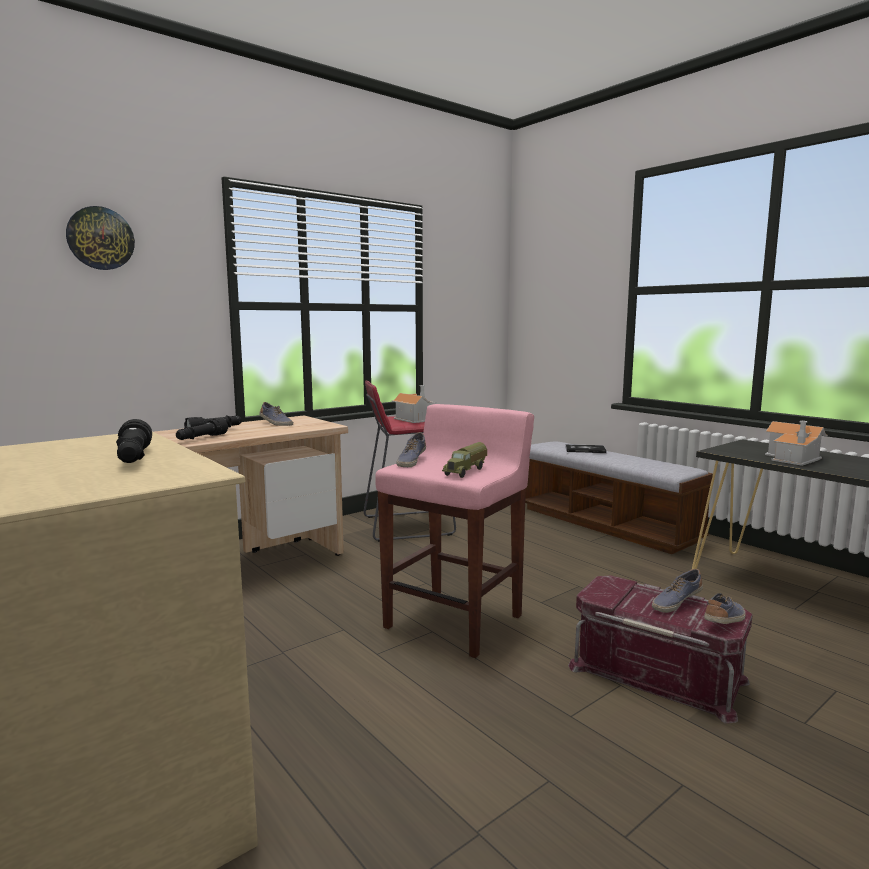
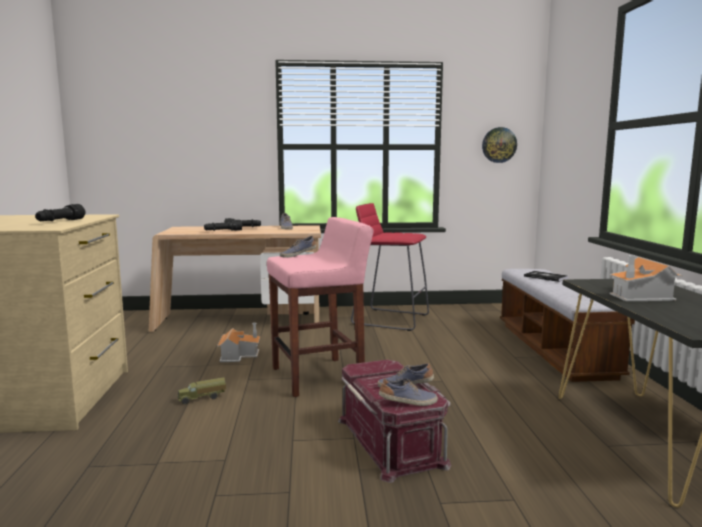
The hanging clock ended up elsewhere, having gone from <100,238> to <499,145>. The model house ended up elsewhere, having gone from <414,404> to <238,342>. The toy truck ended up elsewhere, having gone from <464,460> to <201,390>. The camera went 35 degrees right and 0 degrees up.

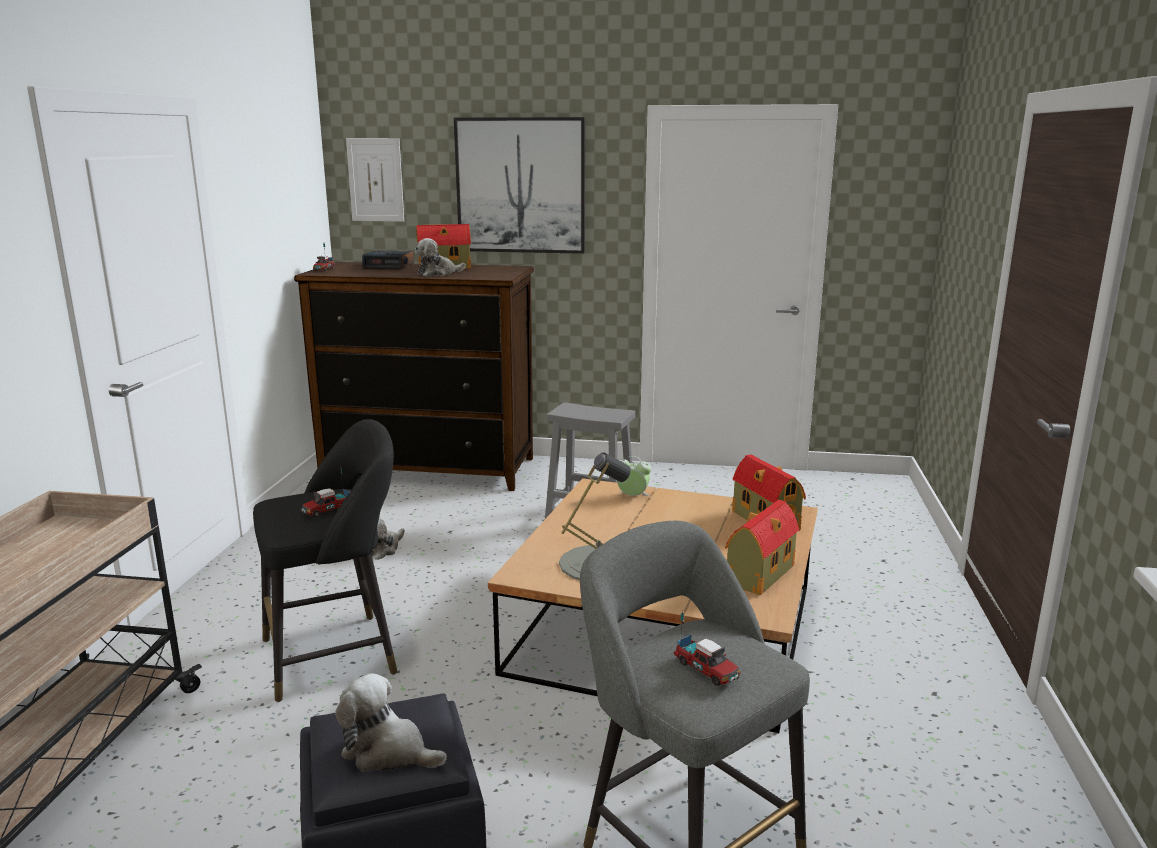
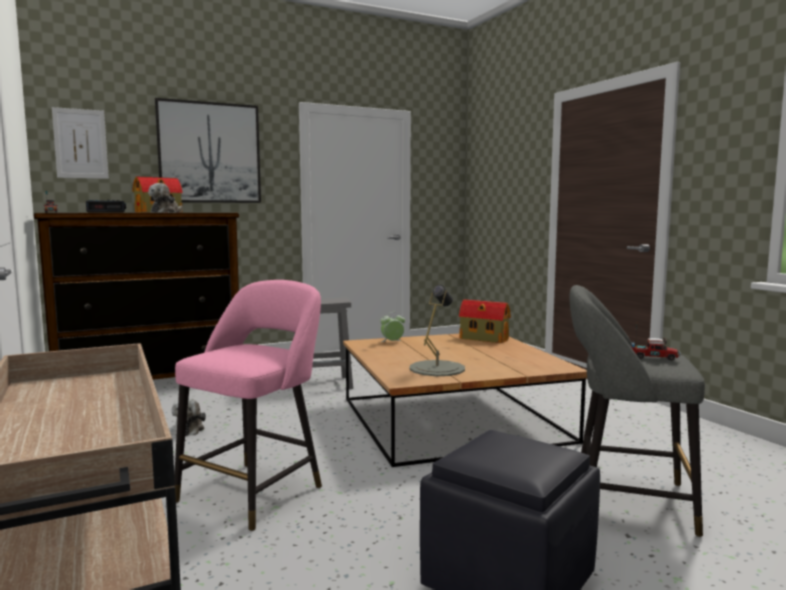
What was the black-coloured stool seat at <325,560> turned into the pink stool seat at <248,405>. The second view lost the toy truck at <325,492>. The second view lost the model house at <762,547>. The second view lost the soft toy at <391,722>. The camera went 35 degrees left and 10 degrees down.

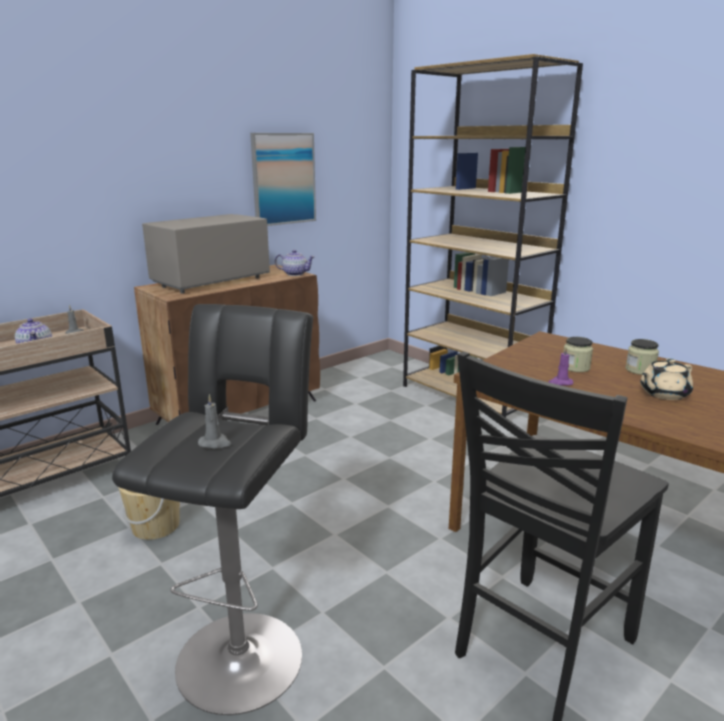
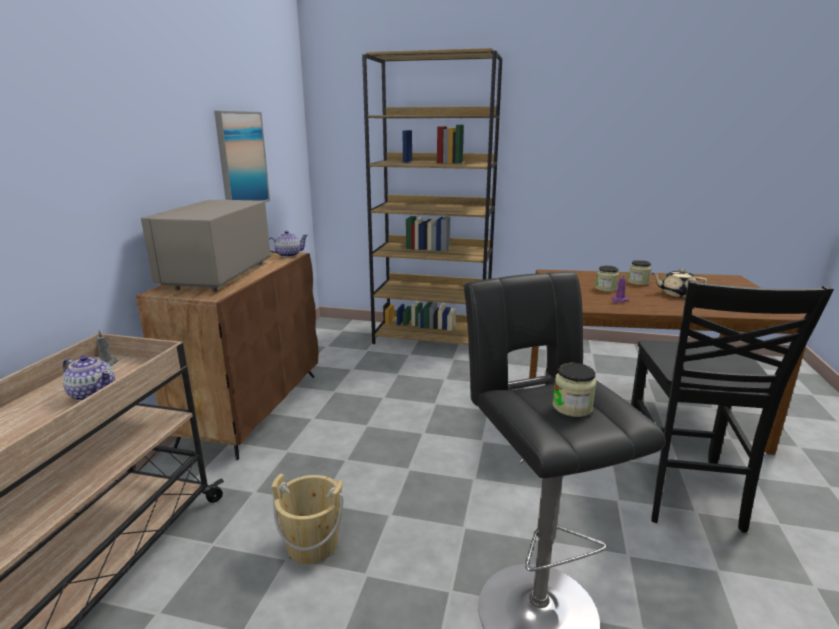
The sand-coloured teapot at <666,379> ended up facing another way, 75 degrees clockwise from before. Where the gray candle stood at <214,421>, the preserve jar came to stand at <574,390>. The camera went 35 degrees left and 0 degrees up.

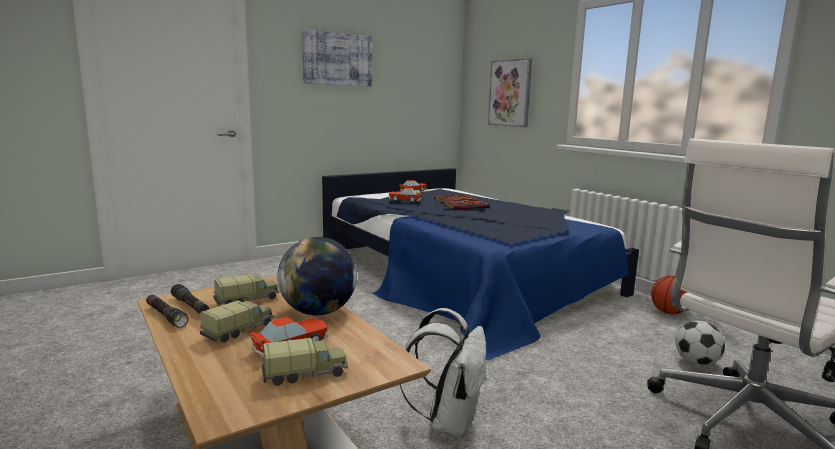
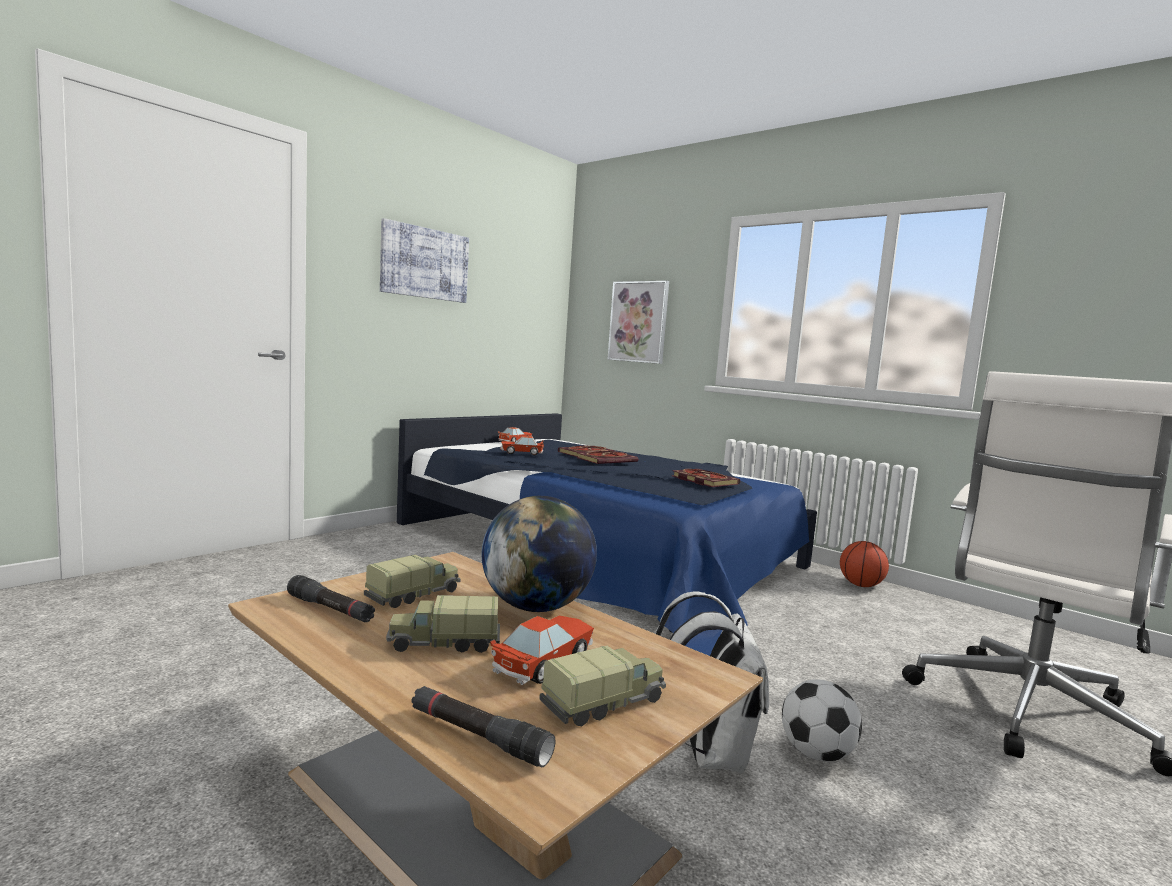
The black-coloured hand torch ended up elsewhere, having gone from <167,311> to <483,726>. The toy truck at <237,321> ended up facing another way, 120 degrees counterclockwise from before. The ball for football ended up elsewhere, having gone from <700,343> to <822,720>. The second view gained the bound book at <705,478>. The camera went 15 degrees left and 5 degrees down.

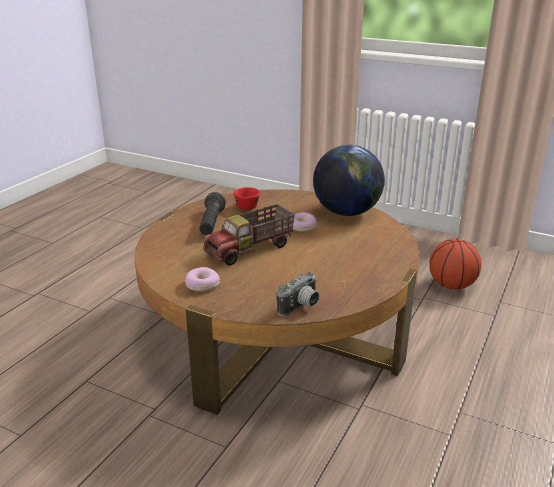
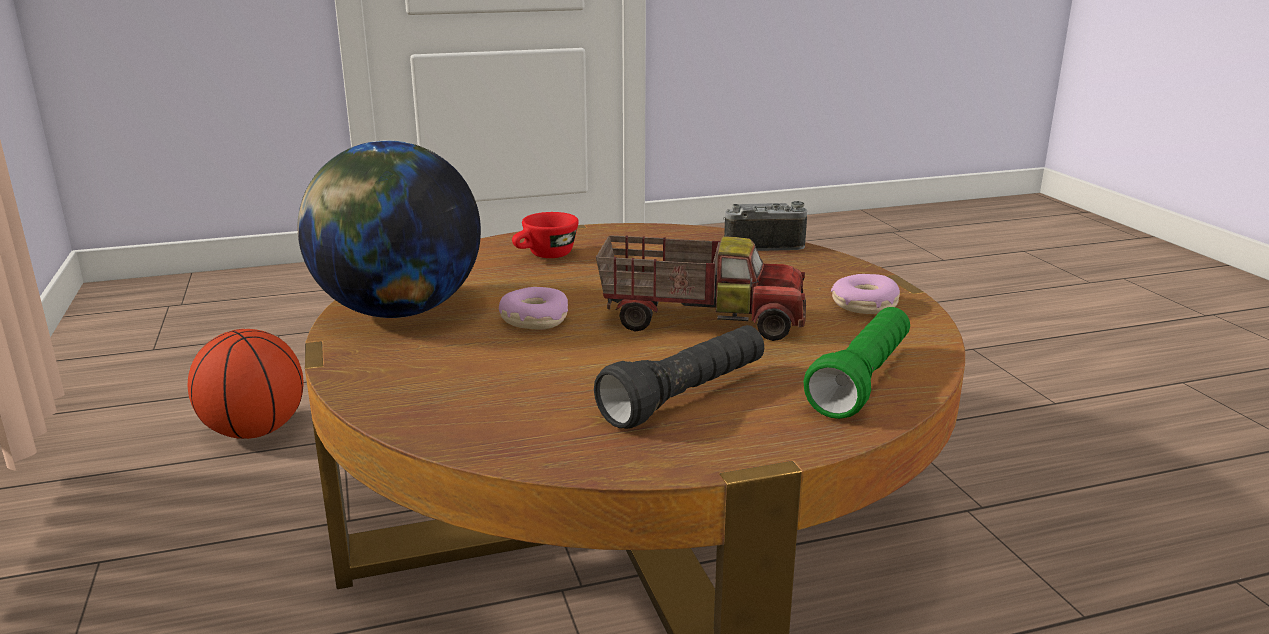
The reddish cup ended up elsewhere, having gone from <247,198> to <545,235>. The second view gained the greenish hand torch at <856,363>. The camera went 135 degrees left and 5 degrees down.

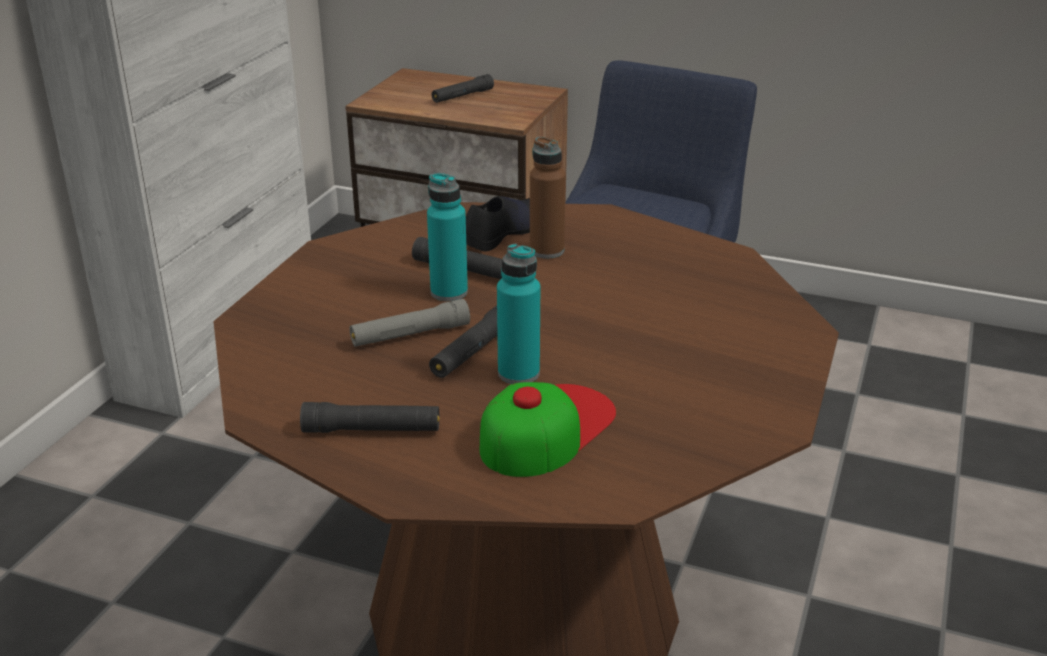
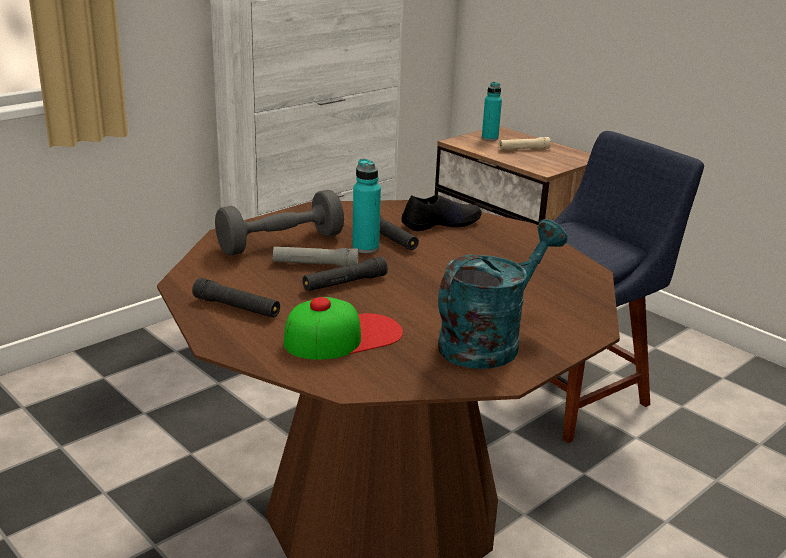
What was the black-coloured hand torch at <463,88> turned into the sand-coloured hand torch at <525,143>. The second view lost the brownish bottle at <548,198>. The turquoise bottle ended up elsewhere, having gone from <518,314> to <492,111>. The second view gained the gray hand weight at <279,223>. The second view gained the turquoise watering pot at <502,294>. The camera went 25 degrees right and 5 degrees down.

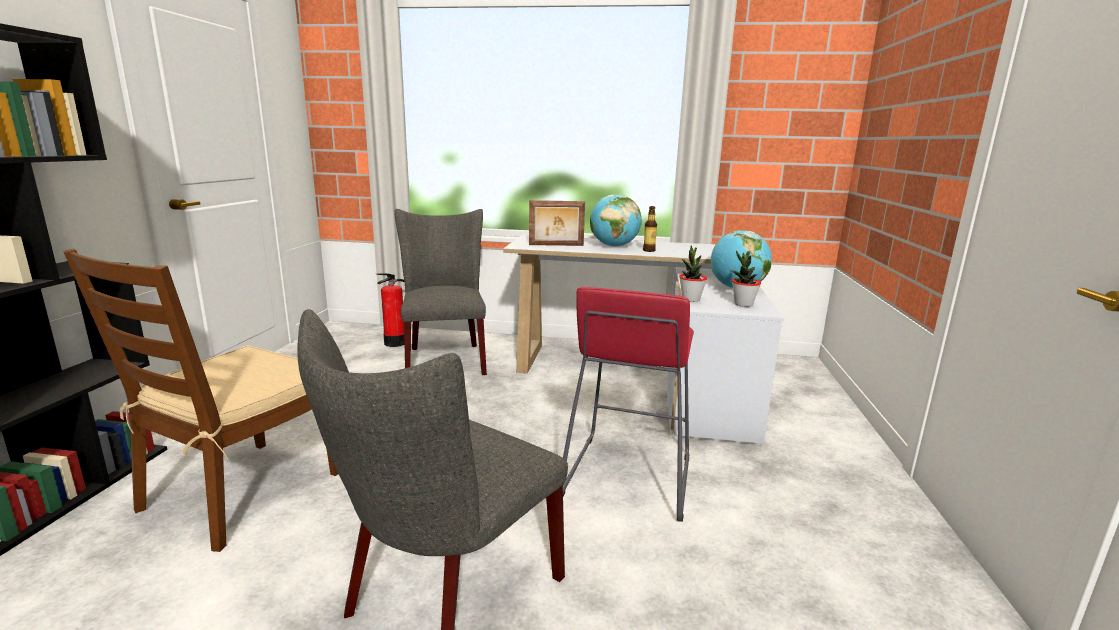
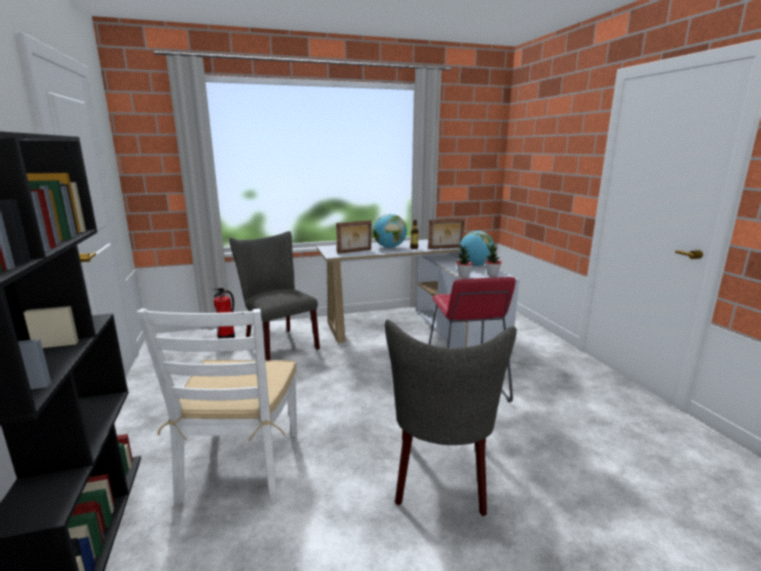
What was the brownish chair at <200,400> turned into the white-coloured chair at <217,406>. The second view gained the standing frame at <446,234>. The camera went 25 degrees left and 0 degrees up.

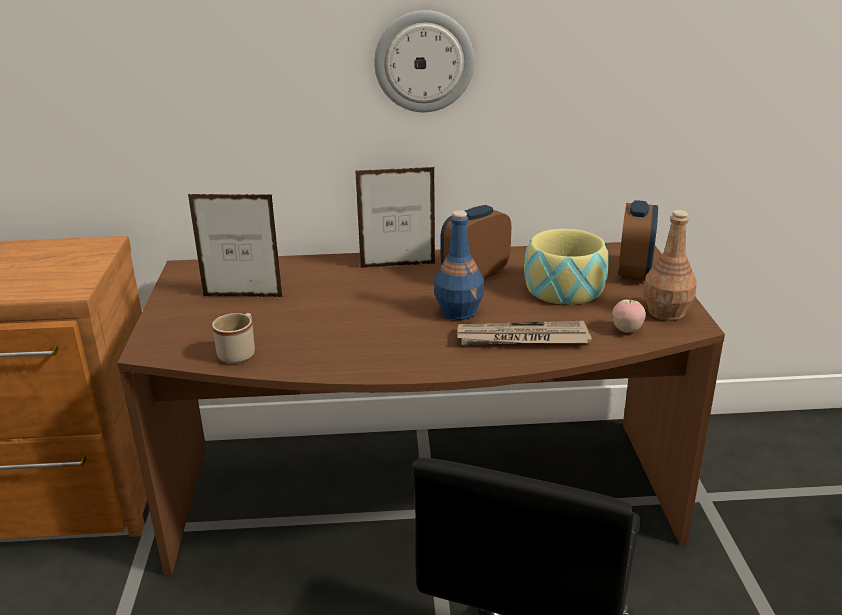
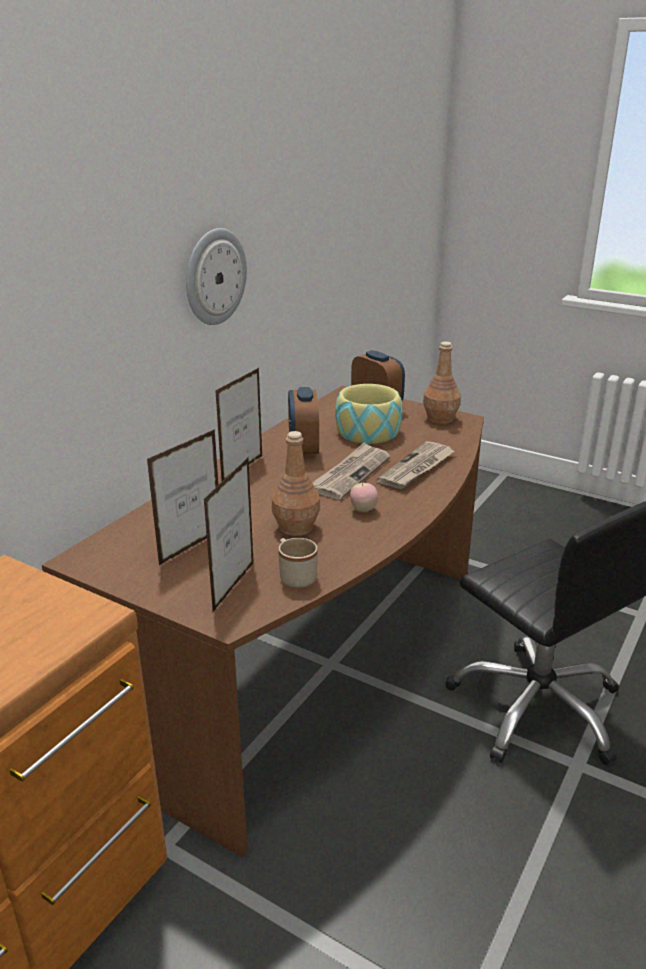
Where the blue-coloured bottle stood at <459,265>, the daily paper came to stand at <351,471>. The apple fruit ended up elsewhere, having gone from <629,316> to <364,497>. The second view gained the brownish bottle at <296,483>. The second view gained the standing frame at <229,534>. The camera went 55 degrees left and 0 degrees up.

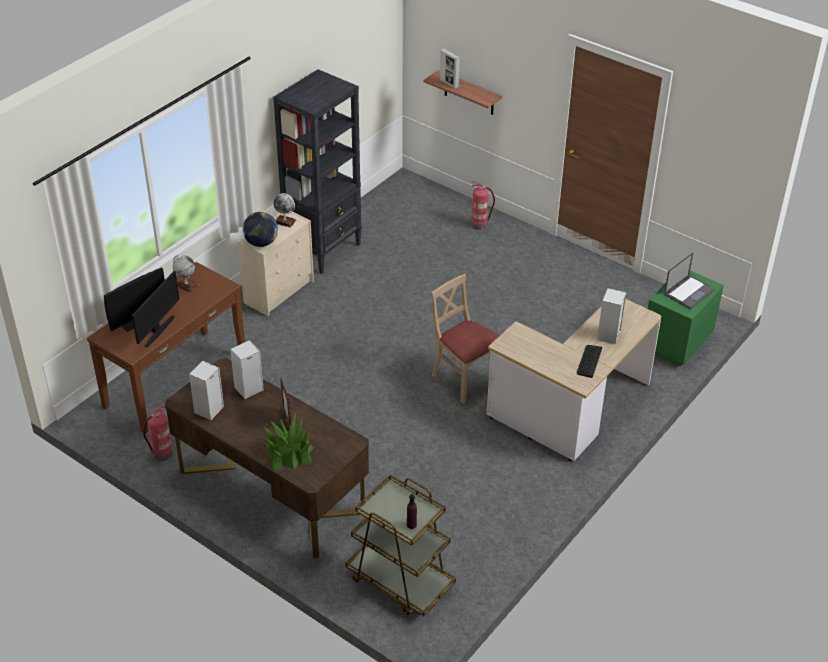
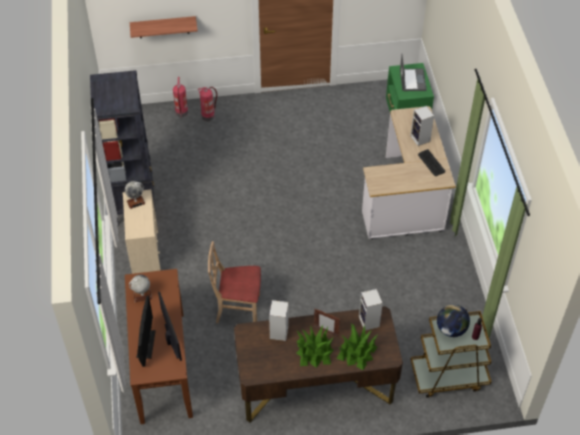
The second view lost the standing frame at <450,69>. The globe ended up elsewhere, having gone from <260,229> to <453,320>. The sand-coloured chair ended up elsewhere, having gone from <465,339> to <234,282>. The loudspeaker ended up elsewhere, having gone from <206,390> to <371,310>. The fire extinguisher ended up elsewhere, having gone from <158,432> to <180,97>. The second view gained the houseplant at <315,346>. The camera went 45 degrees left and 10 degrees up.

